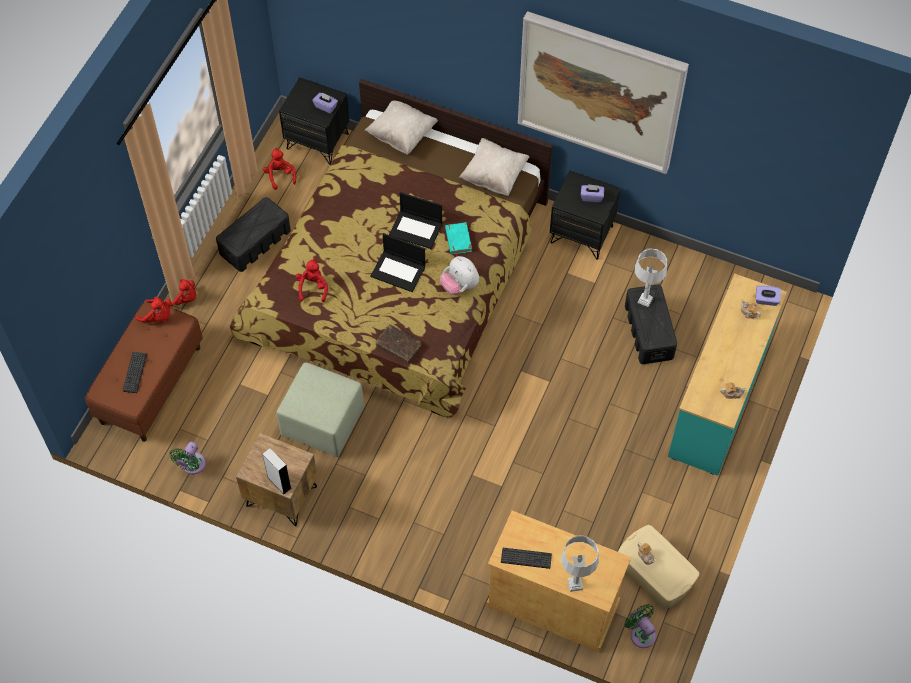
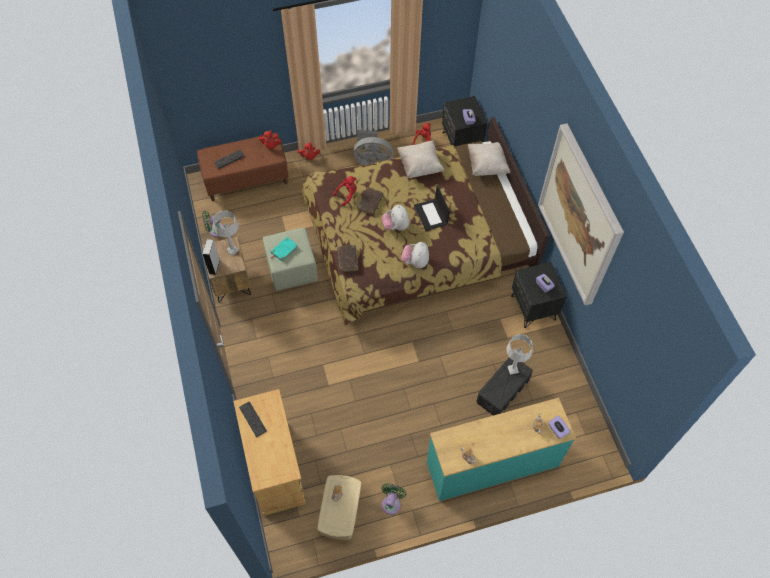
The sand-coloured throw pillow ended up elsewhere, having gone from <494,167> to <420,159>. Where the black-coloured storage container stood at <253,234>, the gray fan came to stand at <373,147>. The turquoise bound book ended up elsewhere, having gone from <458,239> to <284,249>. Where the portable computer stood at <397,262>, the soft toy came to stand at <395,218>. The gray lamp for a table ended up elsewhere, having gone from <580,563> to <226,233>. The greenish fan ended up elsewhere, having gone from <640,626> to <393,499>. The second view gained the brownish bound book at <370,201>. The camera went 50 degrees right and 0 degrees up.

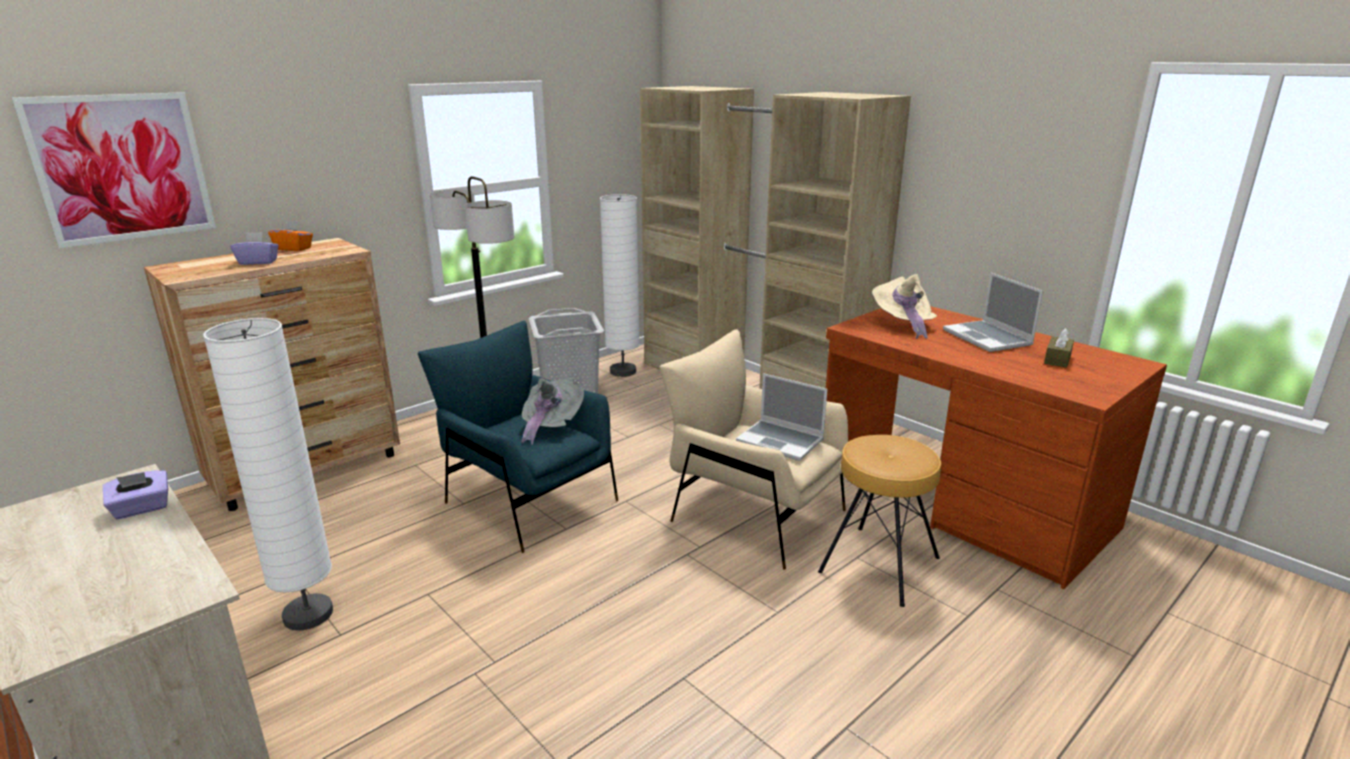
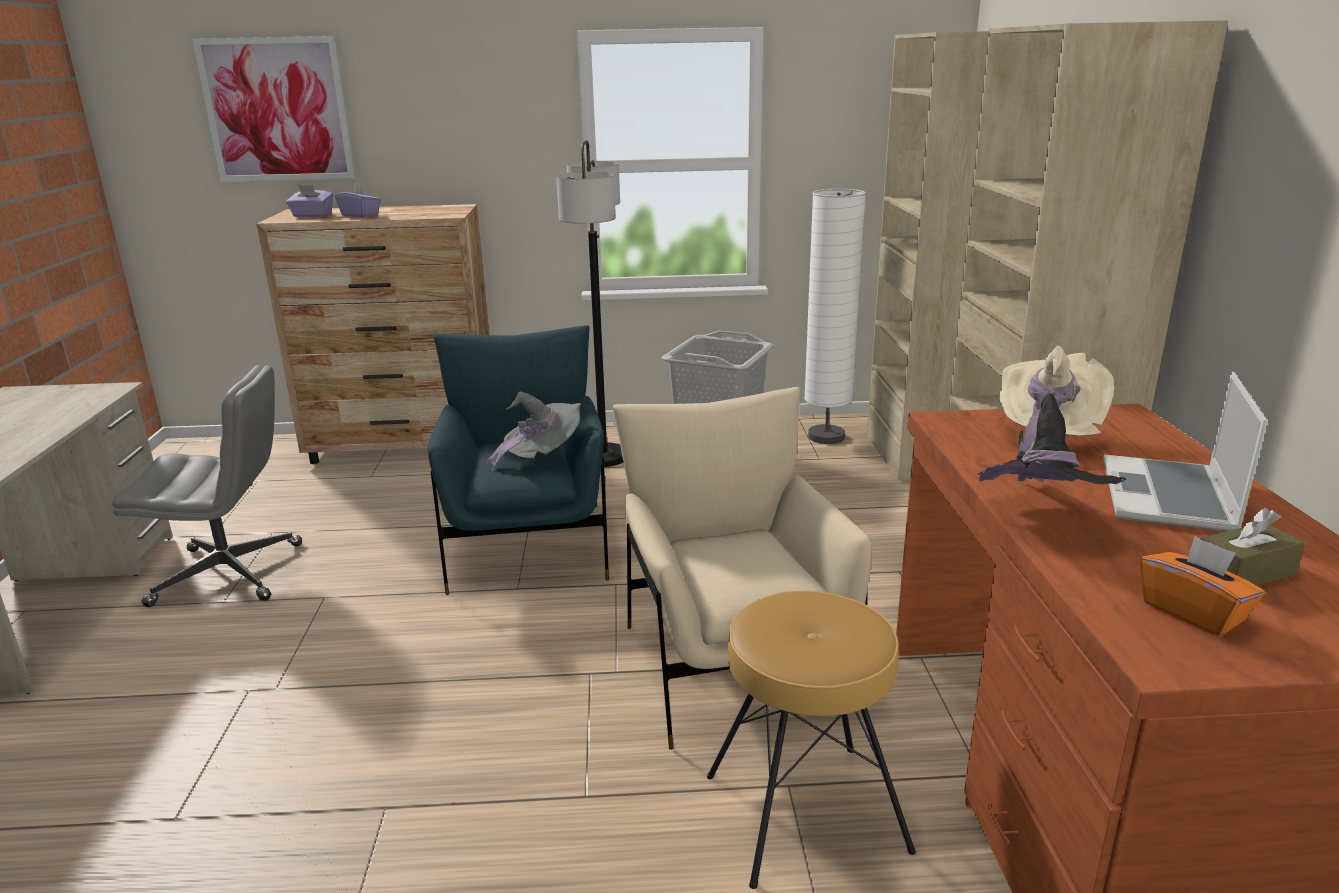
The orange tissue holder ended up elsewhere, having gone from <290,235> to <1202,586>. Where the white-coloured standard lamp stood at <268,474>, the gray computer chair came to stand at <207,486>. The second view lost the portable computer at <782,417>. The purple tissue holder ended up elsewhere, having gone from <135,494> to <309,201>. The second view gained the black-coloured clothing hat at <1051,438>. The camera went 40 degrees right and 0 degrees up.

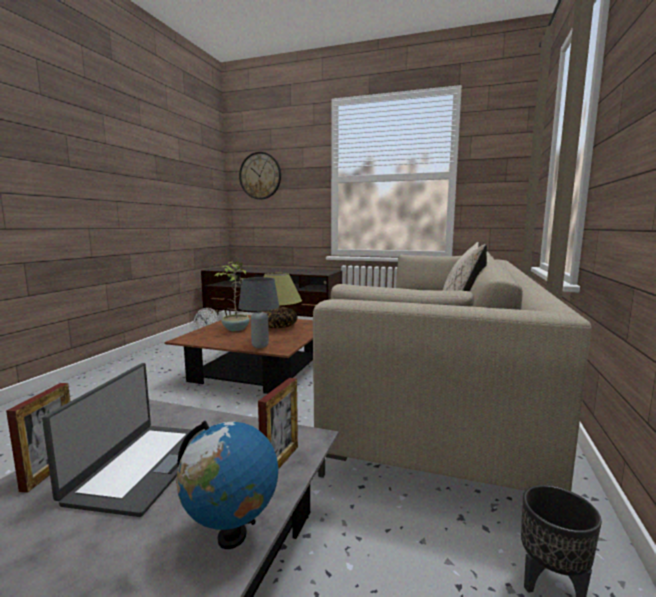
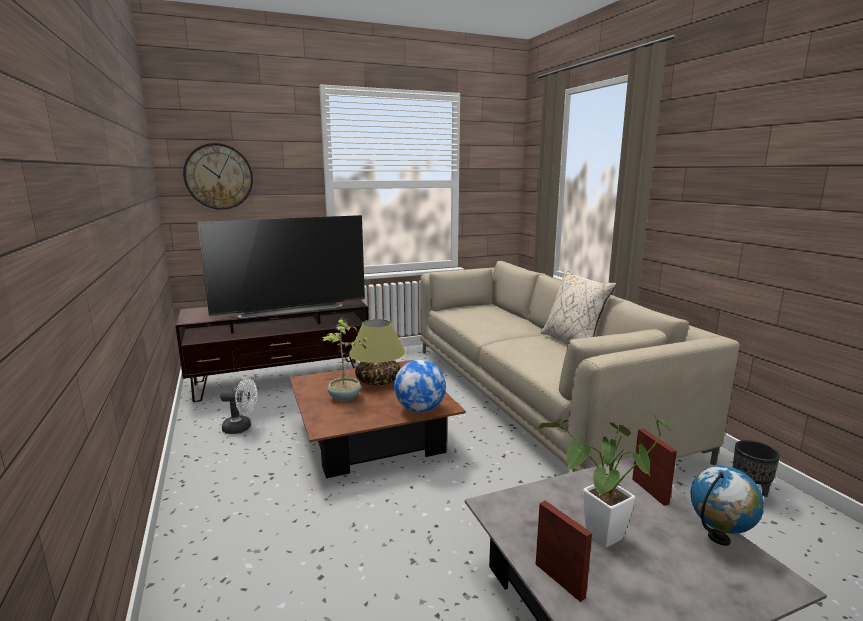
Where the gray lamp for a table stood at <258,312>, the globe came to stand at <420,386>. Where the portable computer stood at <122,440>, the houseplant came to stand at <604,481>. The second view gained the TV at <281,266>. The camera went 40 degrees left and 5 degrees up.

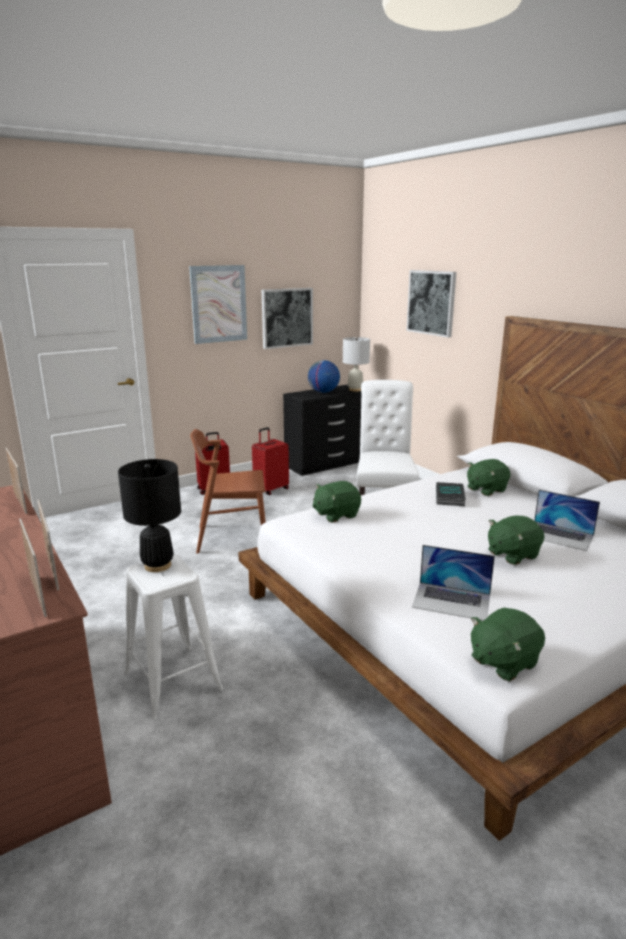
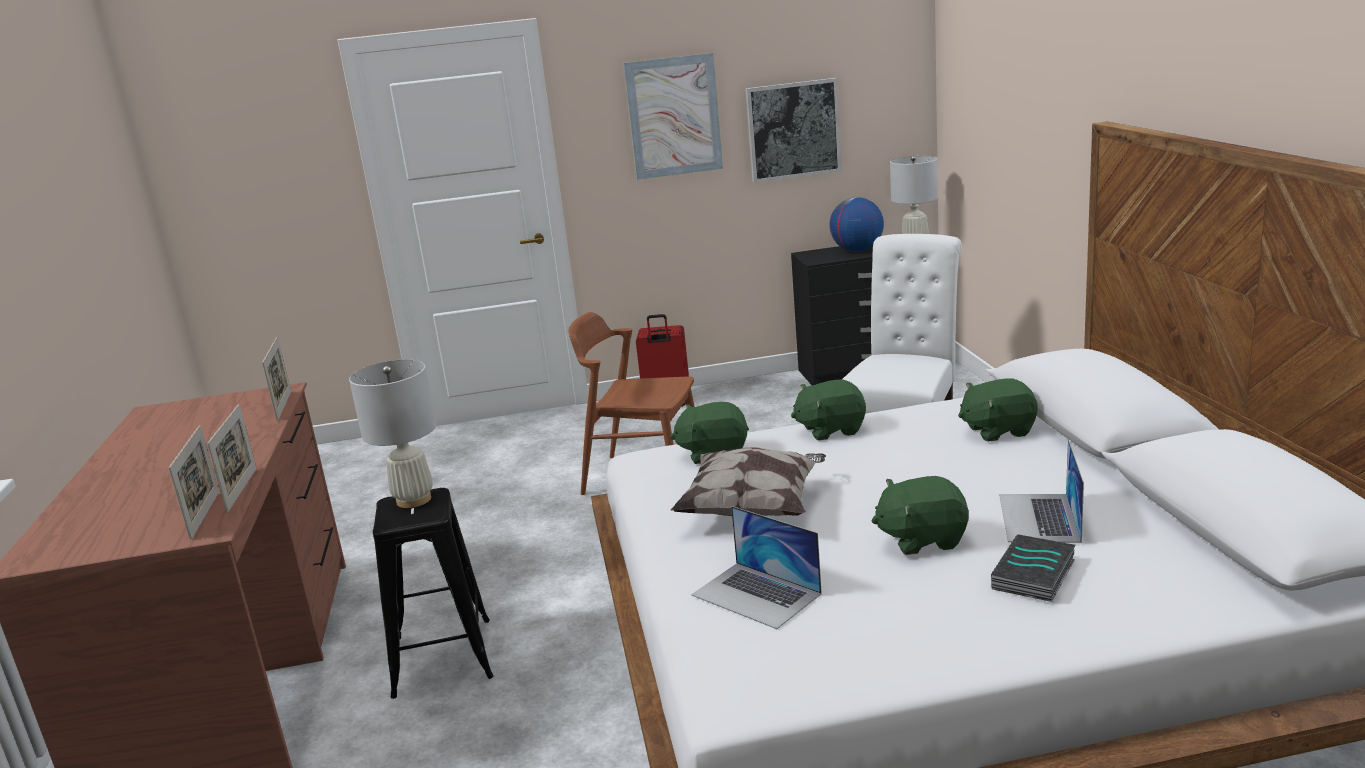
The second view lost the picture at <431,304>. The second view lost the reddish piece of luggage at <270,461>. What was the black-coloured lamp for a table at <149,515> turned into the white-coloured lamp for a table at <393,434>. The bound book ended up elsewhere, having gone from <451,494> to <1033,568>. The portable computer at <567,520> ended up facing another way, 45 degrees clockwise from before. What was the white-coloured stool seat at <173,637> turned into the black-coloured stool seat at <433,593>. The greenish soft toy ended up elsewhere, having gone from <508,645> to <828,410>. The second view gained the throw pillow at <748,481>. The camera went 25 degrees right and 0 degrees up.

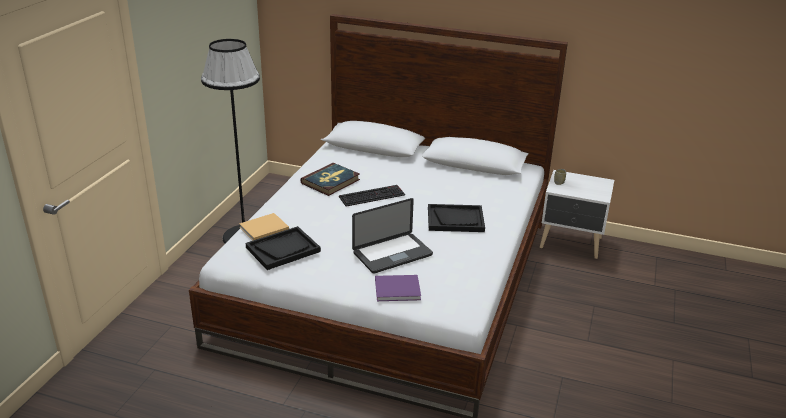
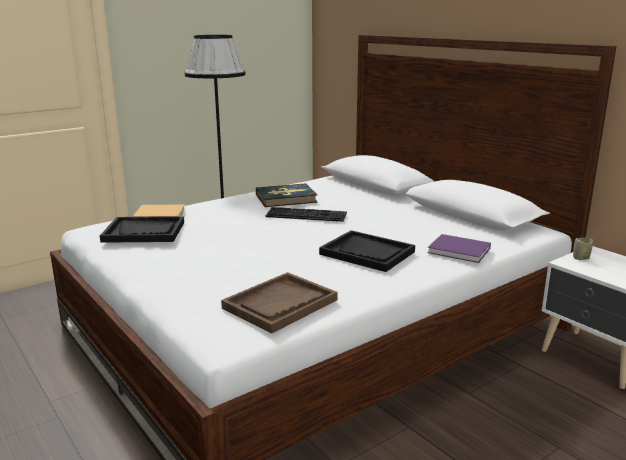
The second view lost the portable computer at <392,235>. The purple bound book ended up elsewhere, having gone from <398,288> to <459,248>. The second view gained the brownish serving tray at <279,302>. The camera went 35 degrees right and 10 degrees down.

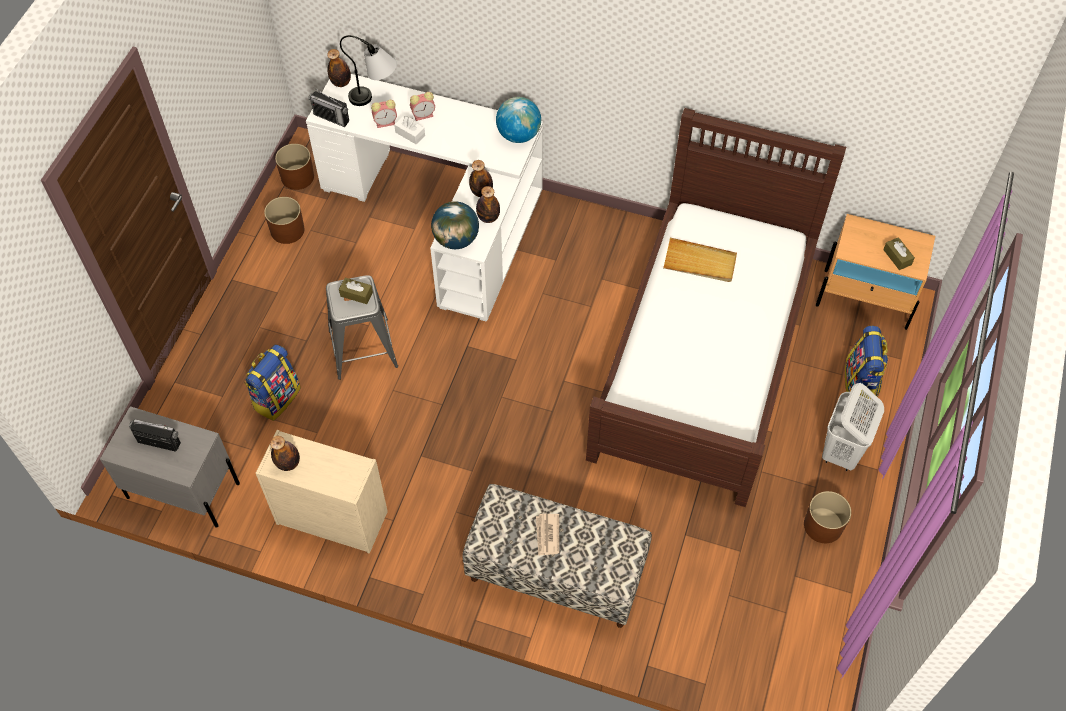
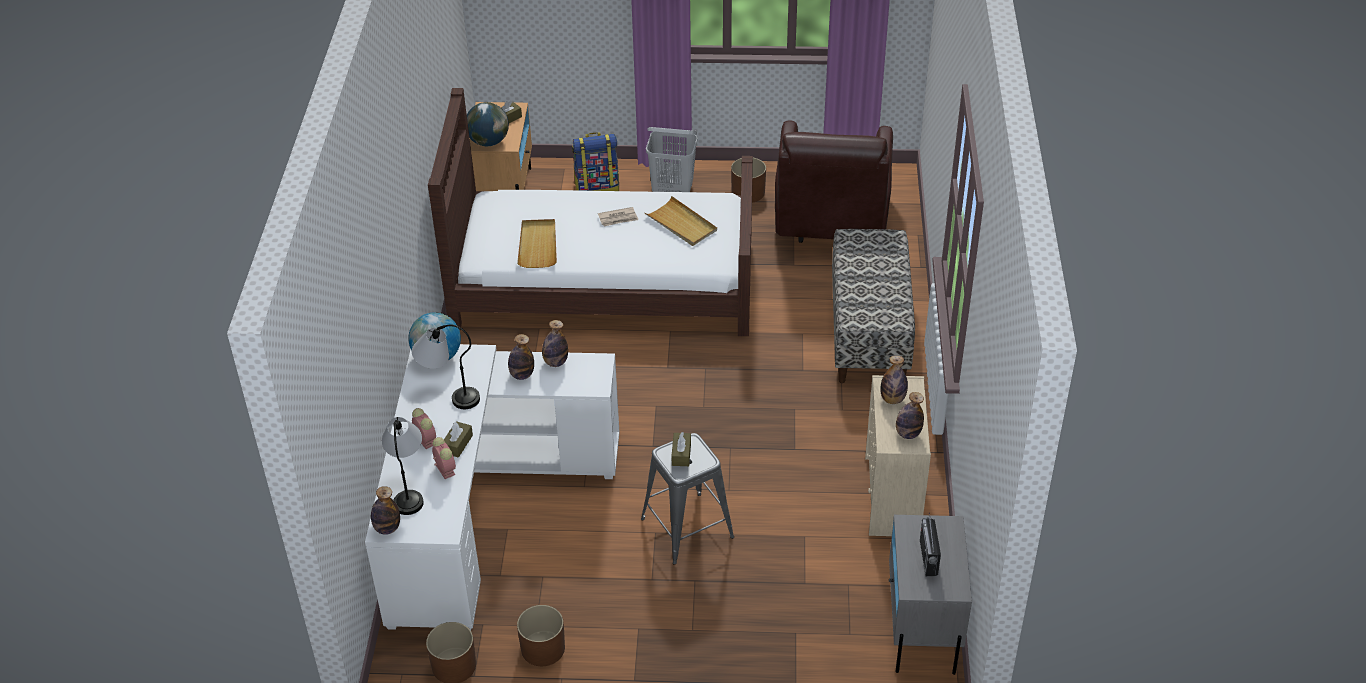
The second view lost the radio set at <328,107>. What was the white-coloured tissue holder at <409,130> turned into the brownish tissue holder at <458,439>. The globe ended up elsewhere, having gone from <455,225> to <488,124>. The second view lost the backpack at <272,382>. The daily paper ended up elsewhere, having gone from <547,535> to <618,217>. The second view gained the brownish lounge chair at <834,181>. The second view gained the sand-coloured serving tray at <681,221>. The second view gained the lamp for a table at <446,367>. The second view gained the bottle at <894,380>. The camera went 105 degrees left and 15 degrees down.

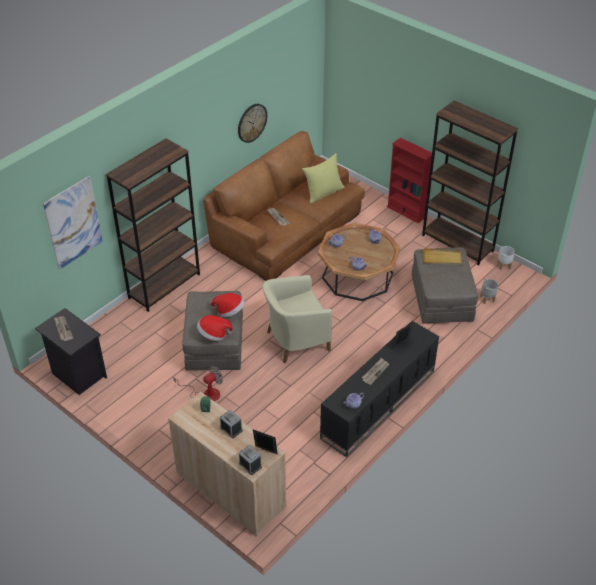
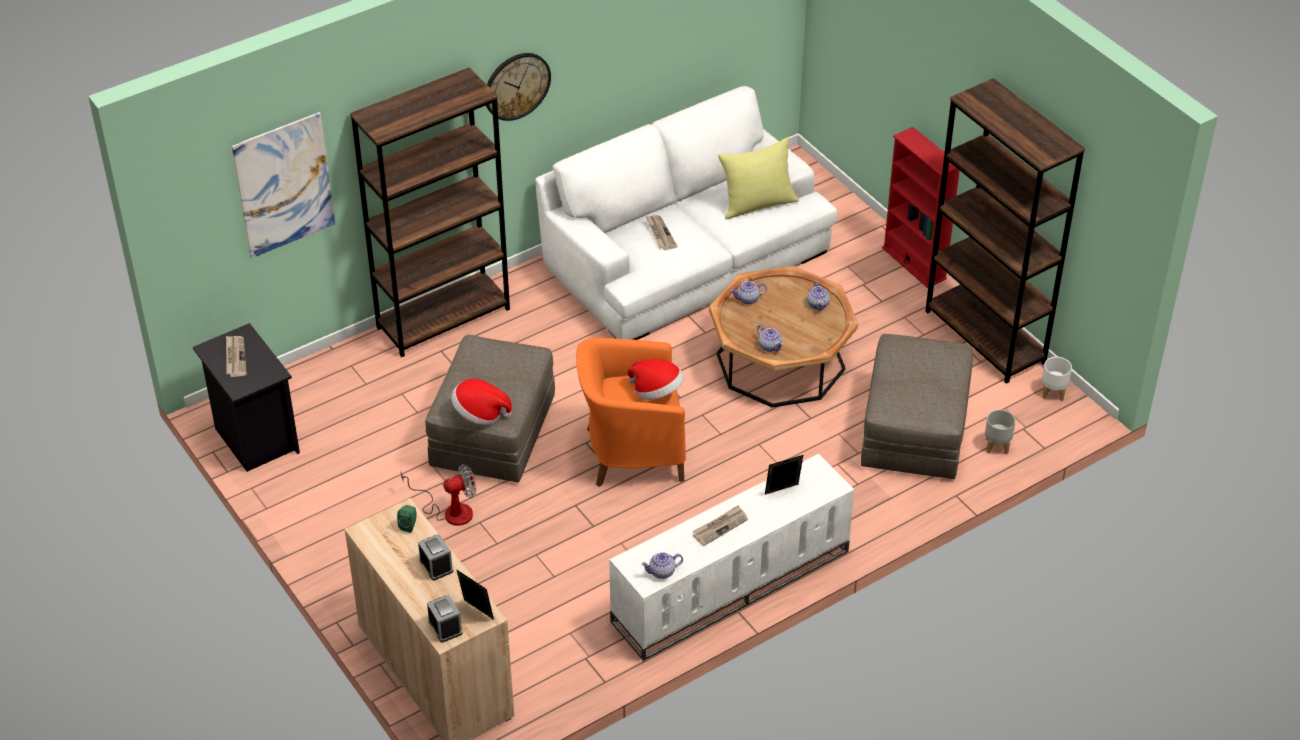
The hanging clock ended up elsewhere, having gone from <252,123> to <518,87>. What was the brownish sofa at <284,206> turned into the white-coloured sofa at <686,213>. The second view lost the sand-coloured serving tray at <443,256>. What was the sand-coloured lounge chair at <297,319> turned into the orange lounge chair at <631,412>. The clothing hat ended up elsewhere, having gone from <228,305> to <656,379>. What was the black-coloured tv unit at <379,389> turned into the white-coloured tv unit at <732,557>. The camera went 15 degrees right and 0 degrees up.

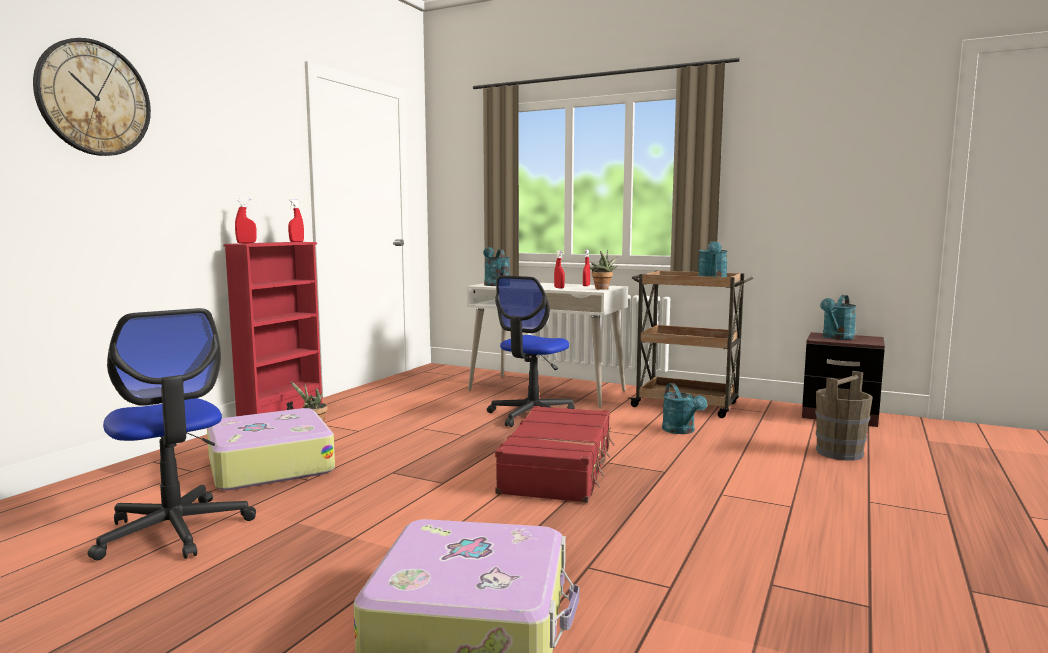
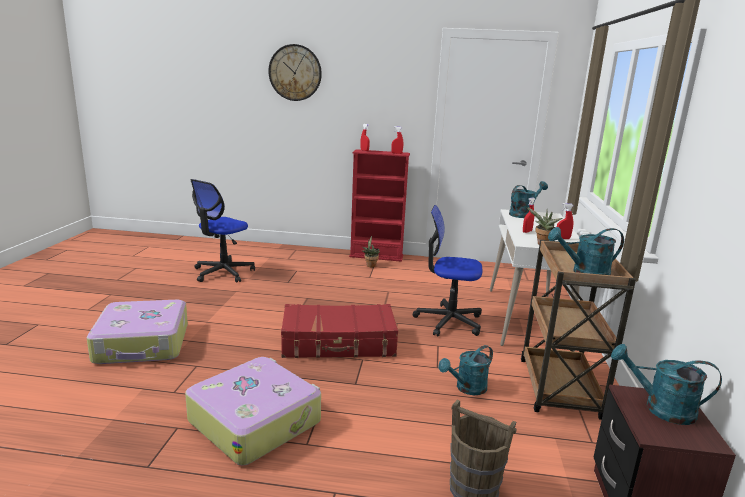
The piece of luggage ended up elsewhere, having gone from <271,449> to <253,411>. The camera went 70 degrees right and 10 degrees up.

